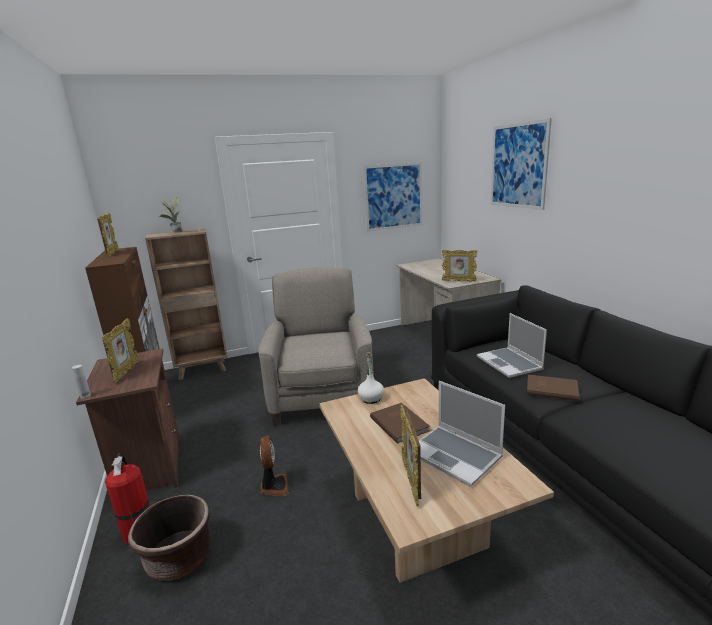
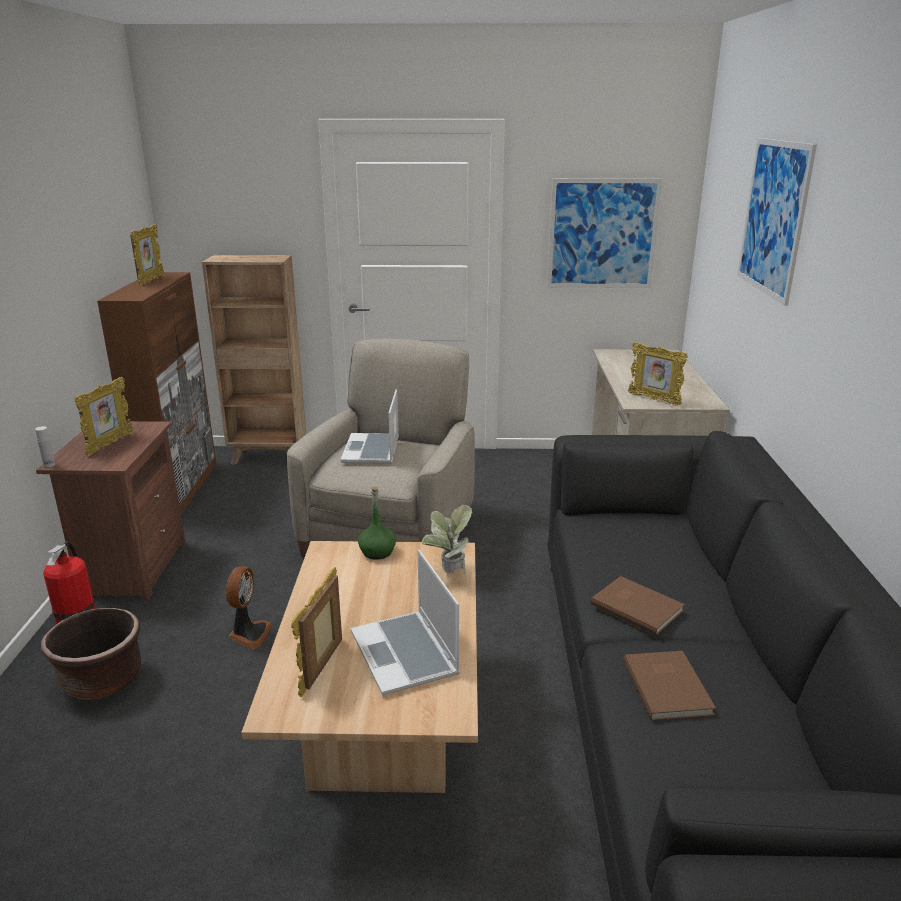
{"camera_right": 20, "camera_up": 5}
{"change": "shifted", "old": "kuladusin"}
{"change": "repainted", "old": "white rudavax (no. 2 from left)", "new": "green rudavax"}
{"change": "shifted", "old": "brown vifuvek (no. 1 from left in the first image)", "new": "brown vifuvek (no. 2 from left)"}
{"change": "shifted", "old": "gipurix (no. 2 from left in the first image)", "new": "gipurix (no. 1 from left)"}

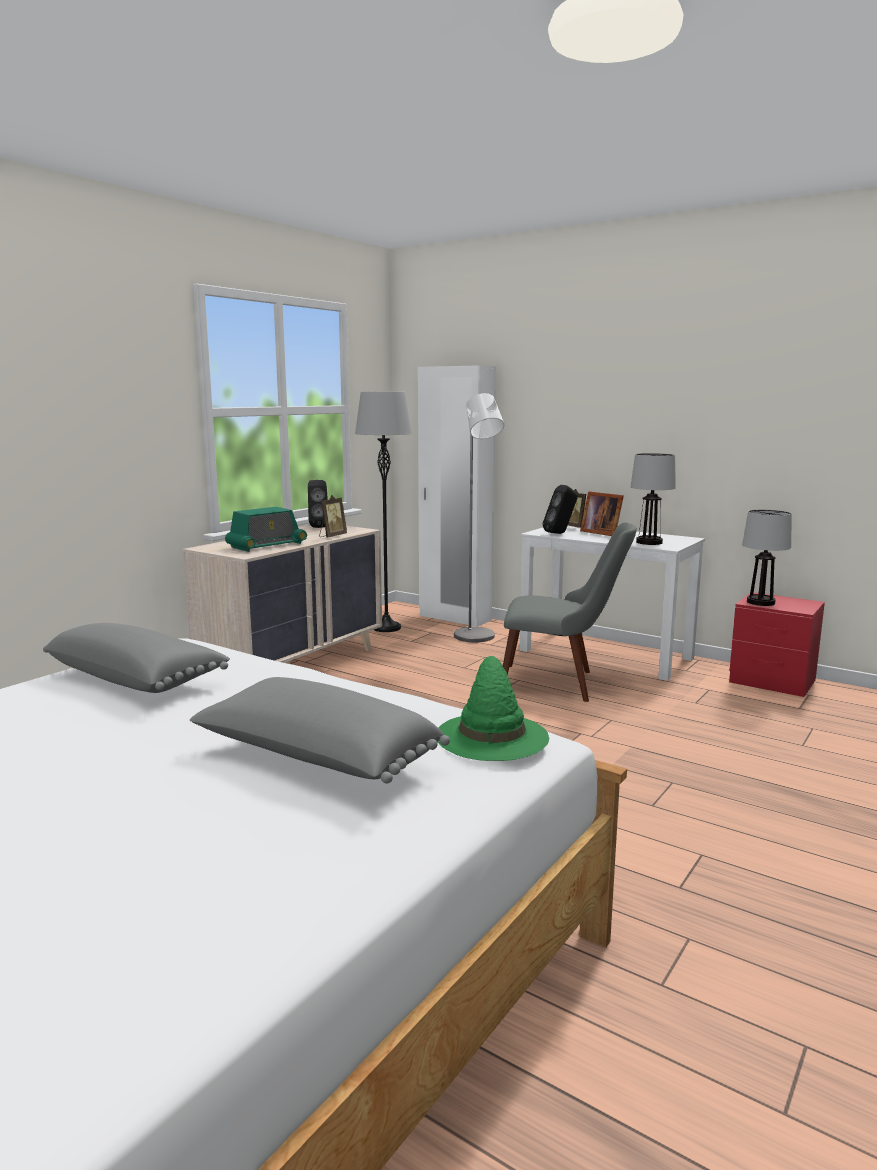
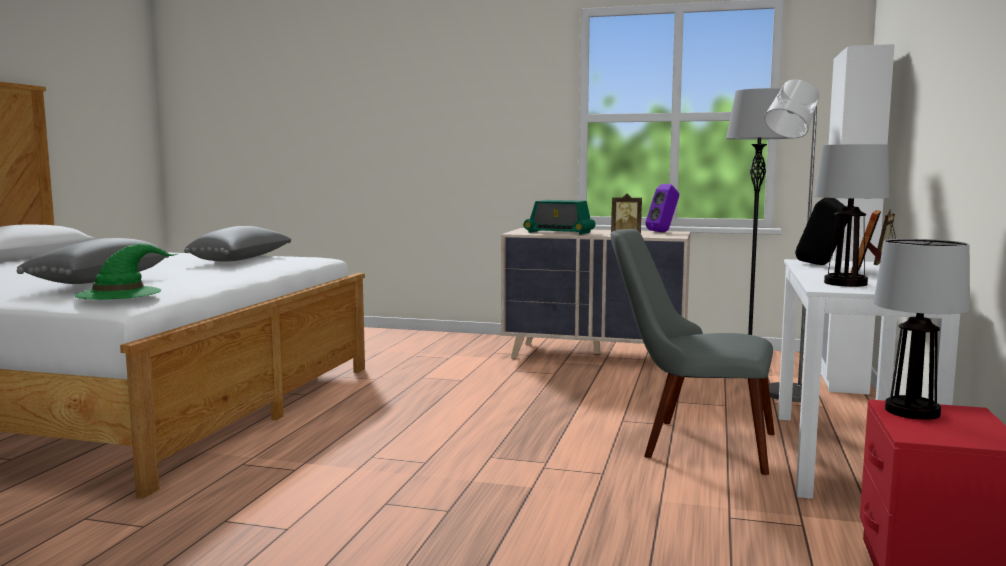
{"camera_right": 70, "camera_up": -5}
{"change": "repainted", "old": "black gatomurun (no. 1 from left)", "new": "purple gatomurun"}
{"change": "rotated", "old": "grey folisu", "degrees": 120}

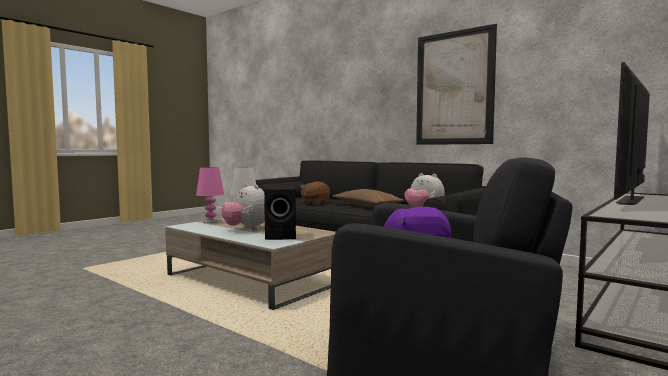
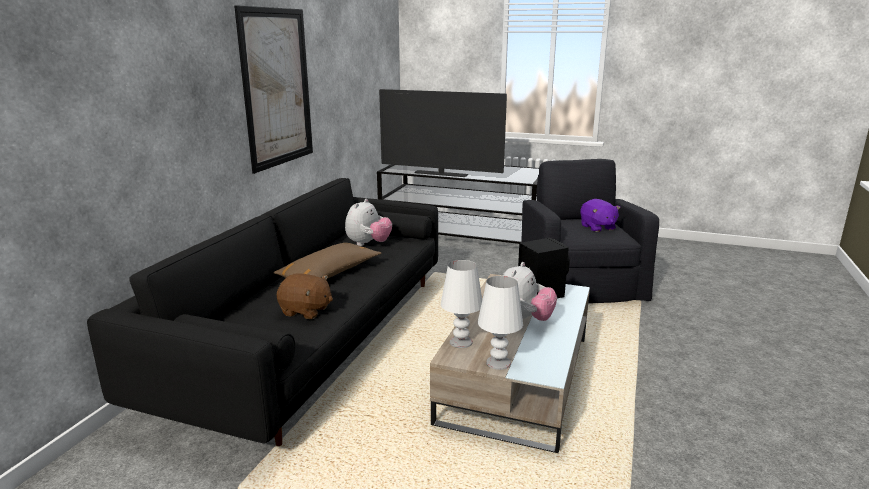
{"camera_right": -110, "camera_up": 15}
{"change": "repainted", "old": "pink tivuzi", "new": "white tivuzi (no. 2 from left)"}

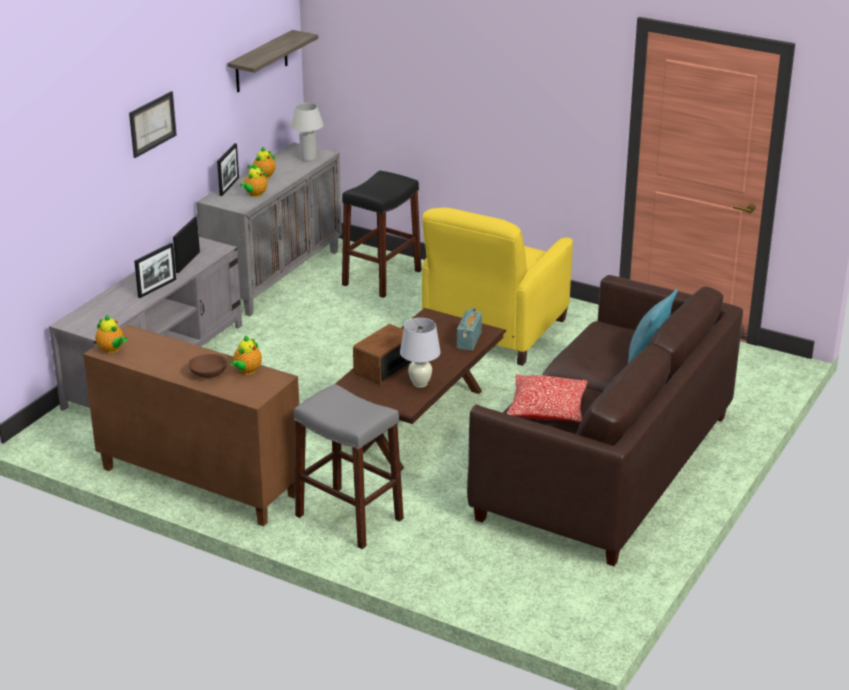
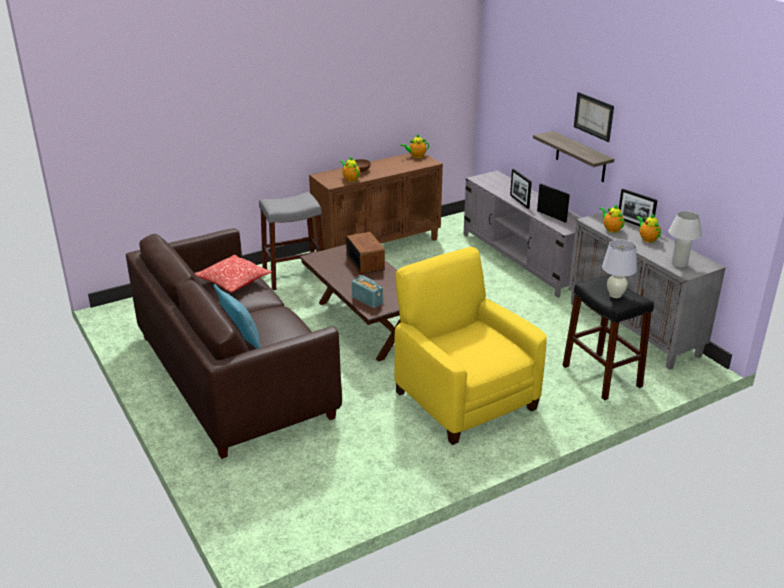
{"camera_right": 120, "camera_up": 0}
{"change": "shifted", "old": "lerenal"}
{"change": "shifted", "old": "white tivuzi (no. 2 from left in the first image)", "new": "white tivuzi (no. 1 from left)"}

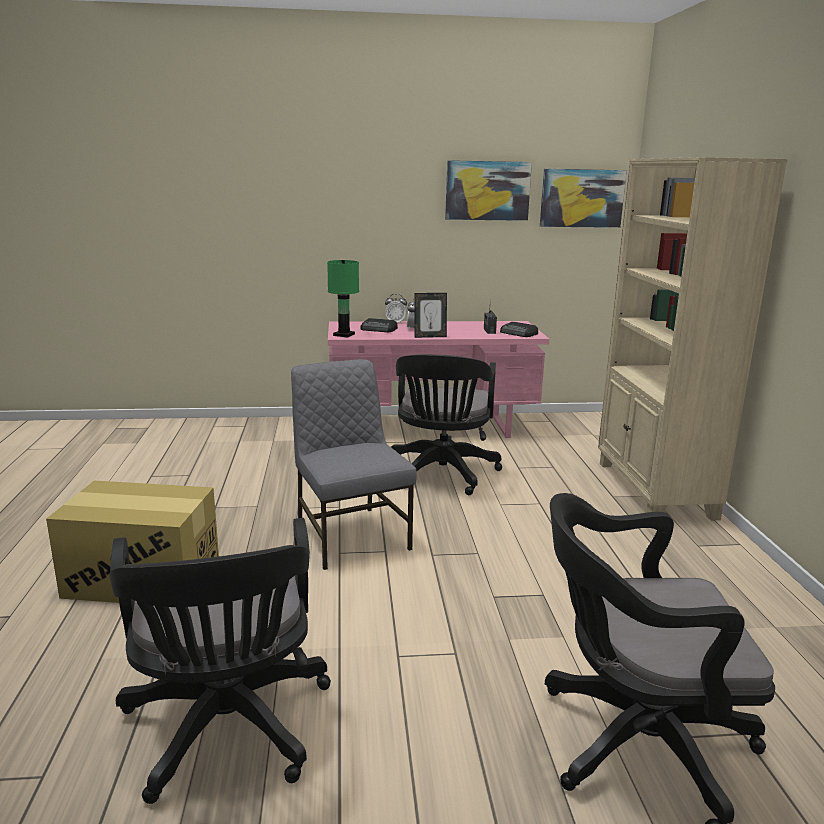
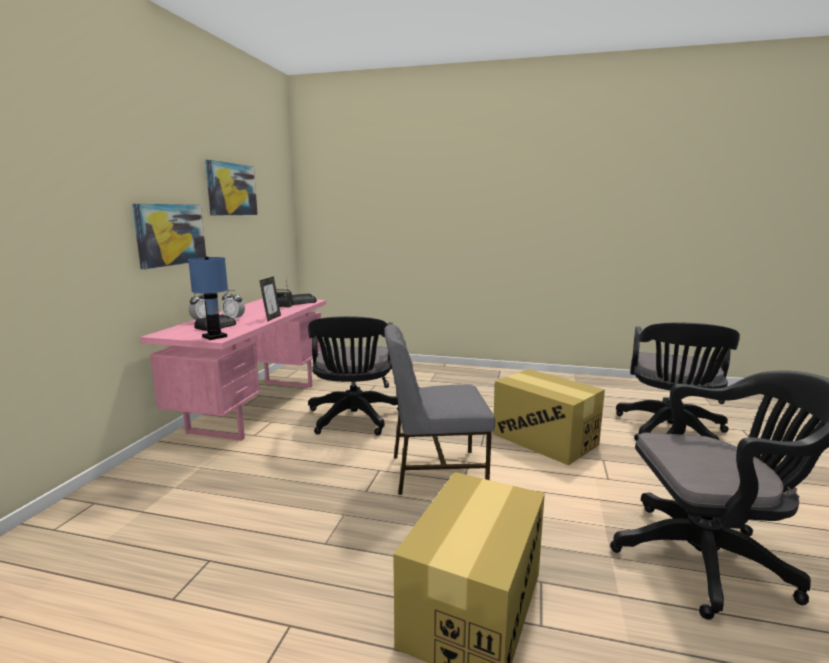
{"camera_right": -70, "camera_up": -5}
{"change": "repainted", "old": "green tivuzi", "new": "blue tivuzi"}
{"change": "rotated", "old": "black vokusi (no. 2 from left in the first image)", "degrees": 60}
{"change": "shifted", "old": "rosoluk (no. 2 from left in the first image)", "new": "rosoluk (no. 1 from left)"}
{"change": "gone", "old": "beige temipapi"}
{"change": "new", "new": "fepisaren (no. 2 from left)"}

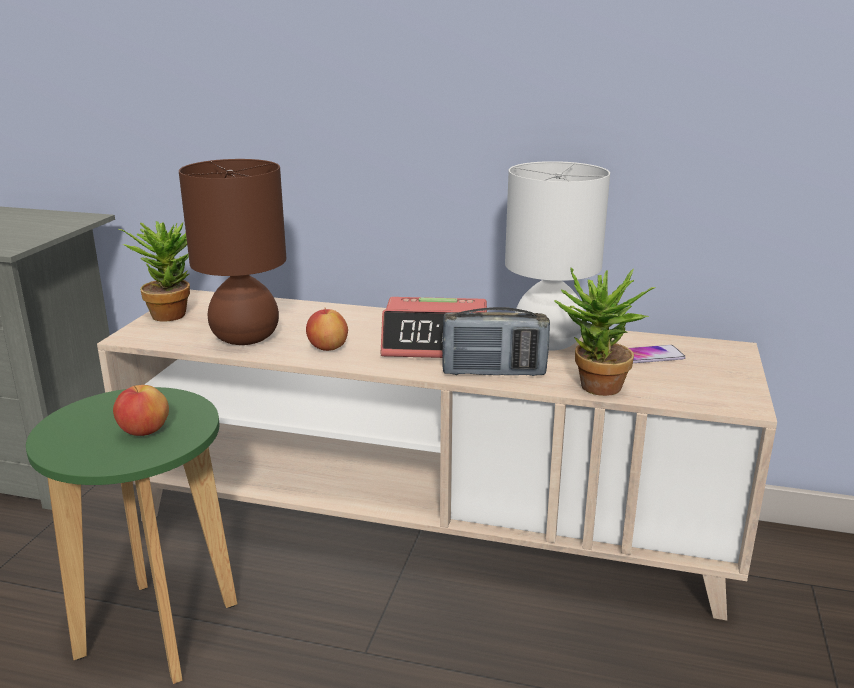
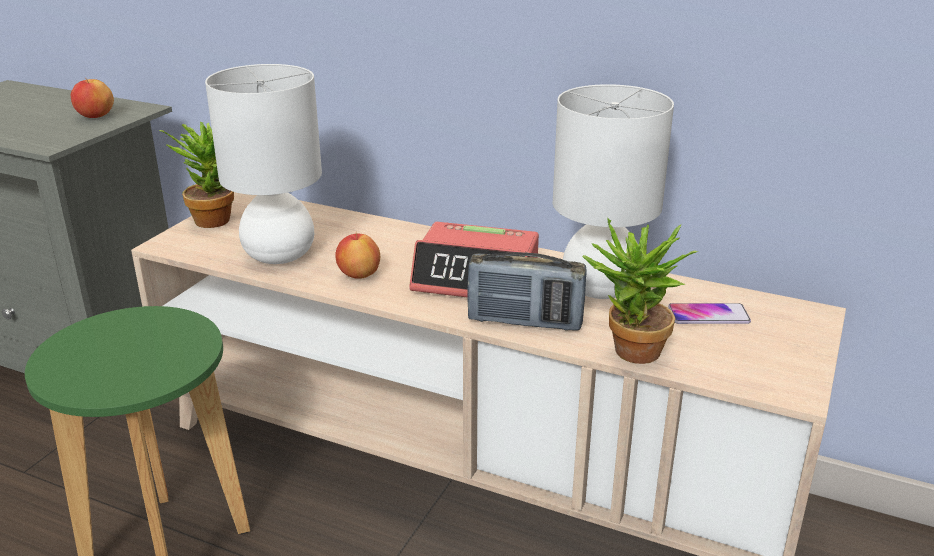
{"camera_right": 10, "camera_up": 5}
{"change": "shifted", "old": "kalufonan (no. 1 from left)"}
{"change": "repainted", "old": "brown tivuzi", "new": "white tivuzi (no. 1 from left)"}

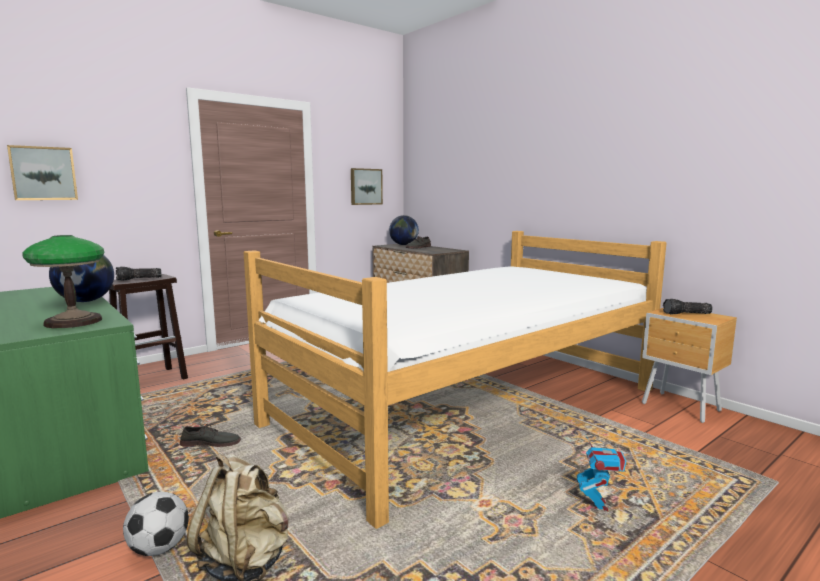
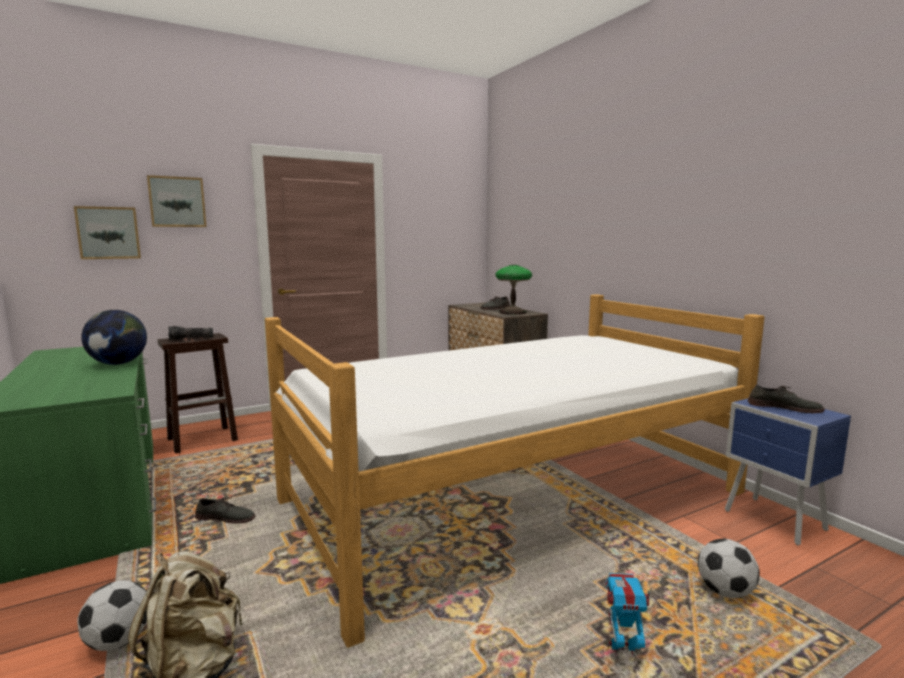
{"camera_right": 10, "camera_up": 0}
{"change": "shifted", "old": "tivuzi"}
{"change": "shifted", "old": "rosoluk (no. 2 from left)"}
{"change": "gone", "old": "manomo (no. 2 from left)"}
{"change": "rotated", "old": "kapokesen", "degrees": -105}
{"change": "repainted", "old": "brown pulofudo", "new": "blue pulofudo"}
{"change": "swapped", "old": "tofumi (no. 2 from left)", "new": "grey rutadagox (no. 3 from left)"}
{"change": "new", "new": "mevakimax (no. 2 from left)"}

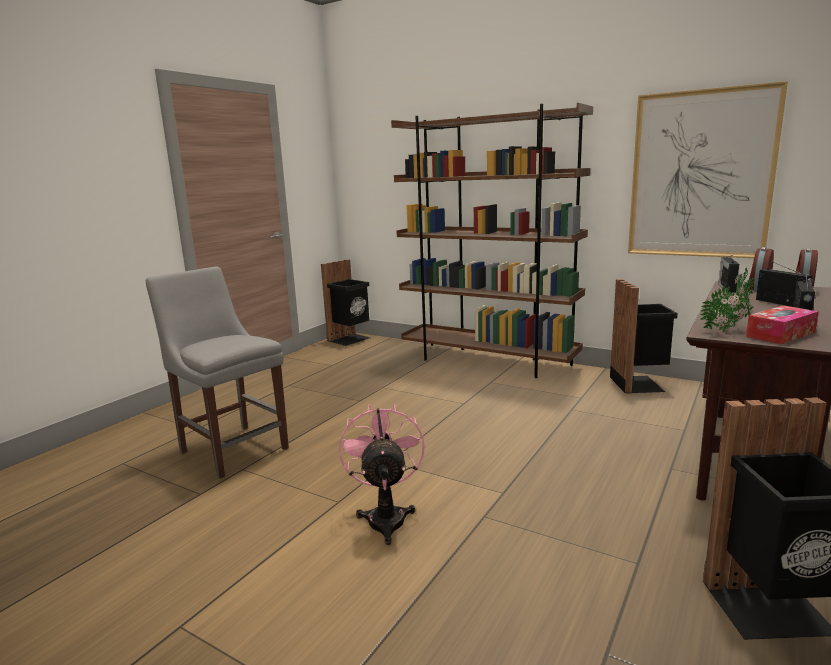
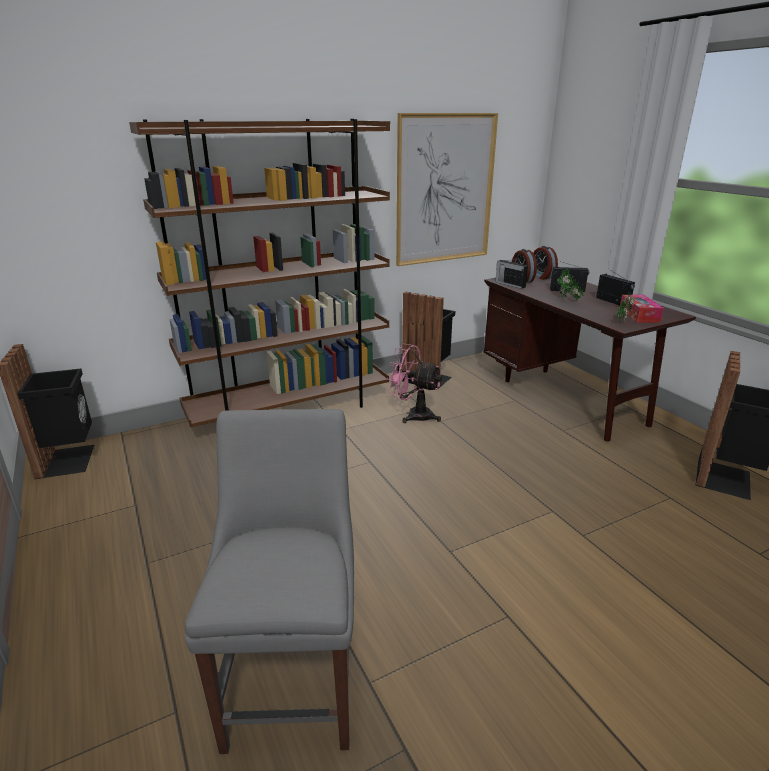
{"camera_right": -60, "camera_up": 10}
{"change": "rotated", "old": "grey folisu", "degrees": 105}
{"change": "shifted", "old": "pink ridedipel"}

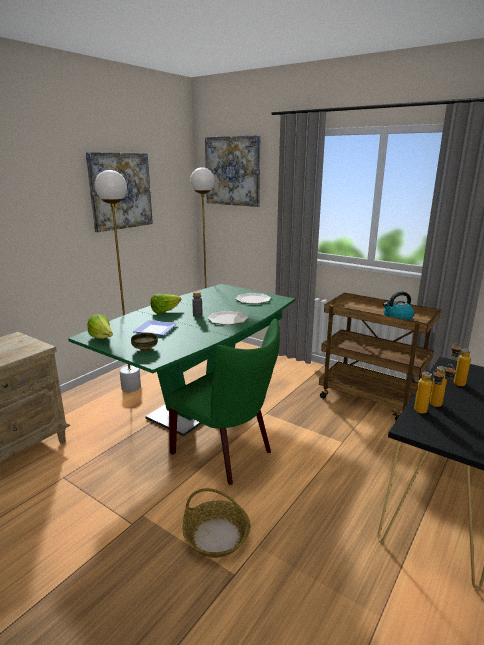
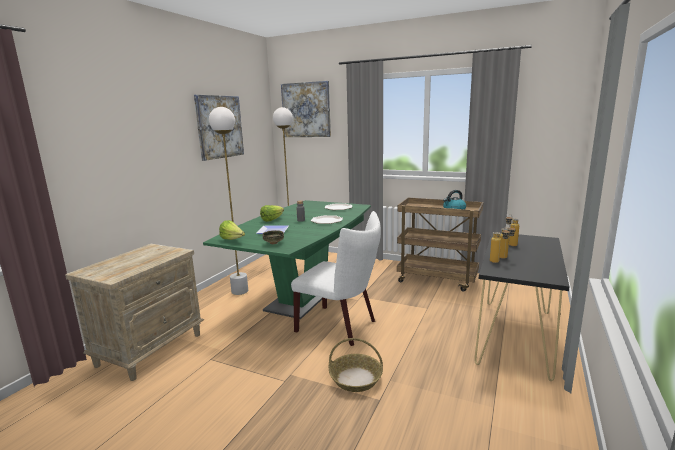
{"camera_right": -10, "camera_up": -5}
{"change": "repainted", "old": "green folisu", "new": "white folisu"}

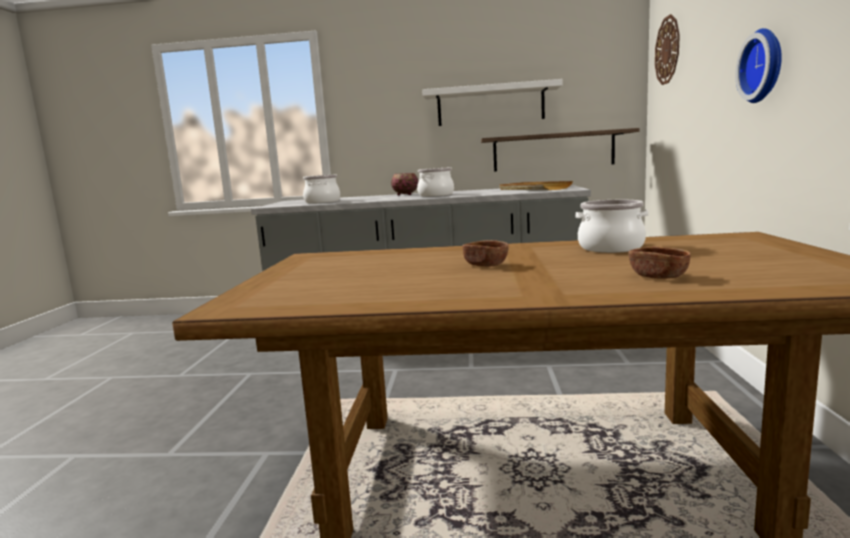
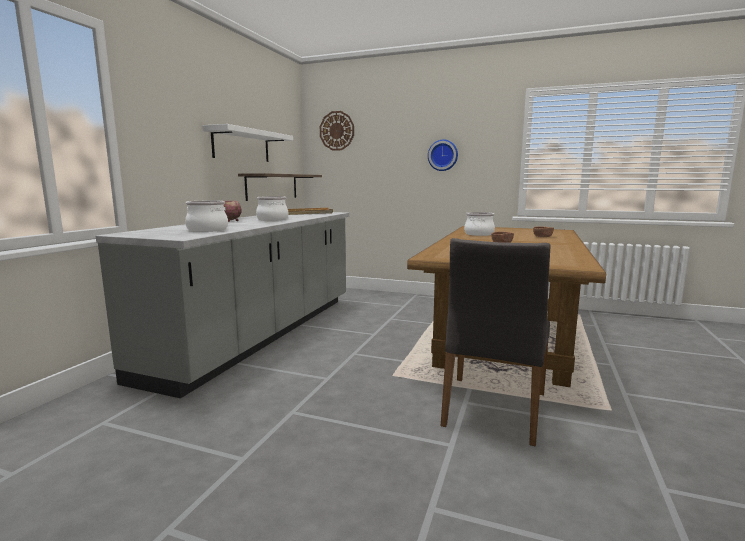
{"camera_right": -75, "camera_up": 0}
{"change": "new", "new": "grey folisu"}

